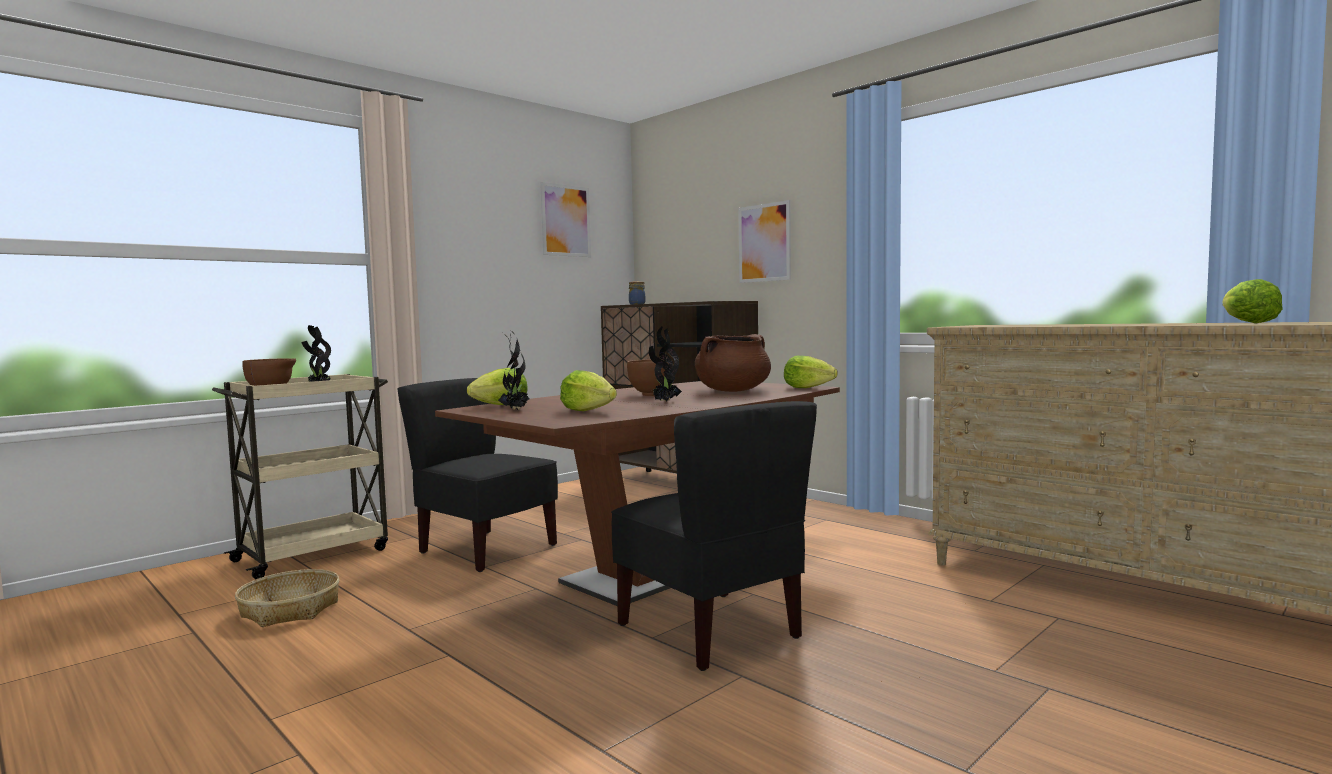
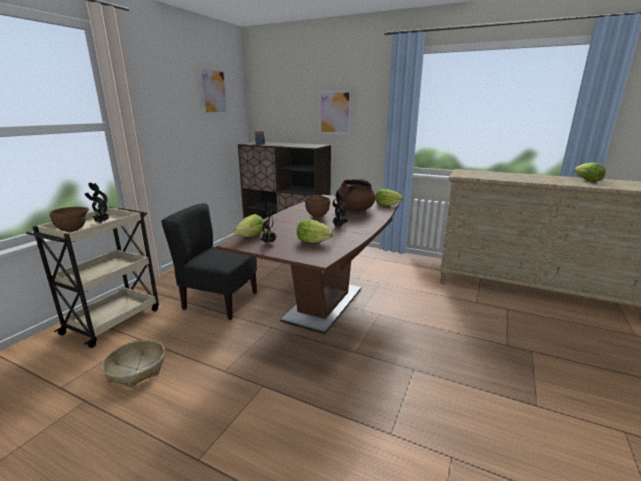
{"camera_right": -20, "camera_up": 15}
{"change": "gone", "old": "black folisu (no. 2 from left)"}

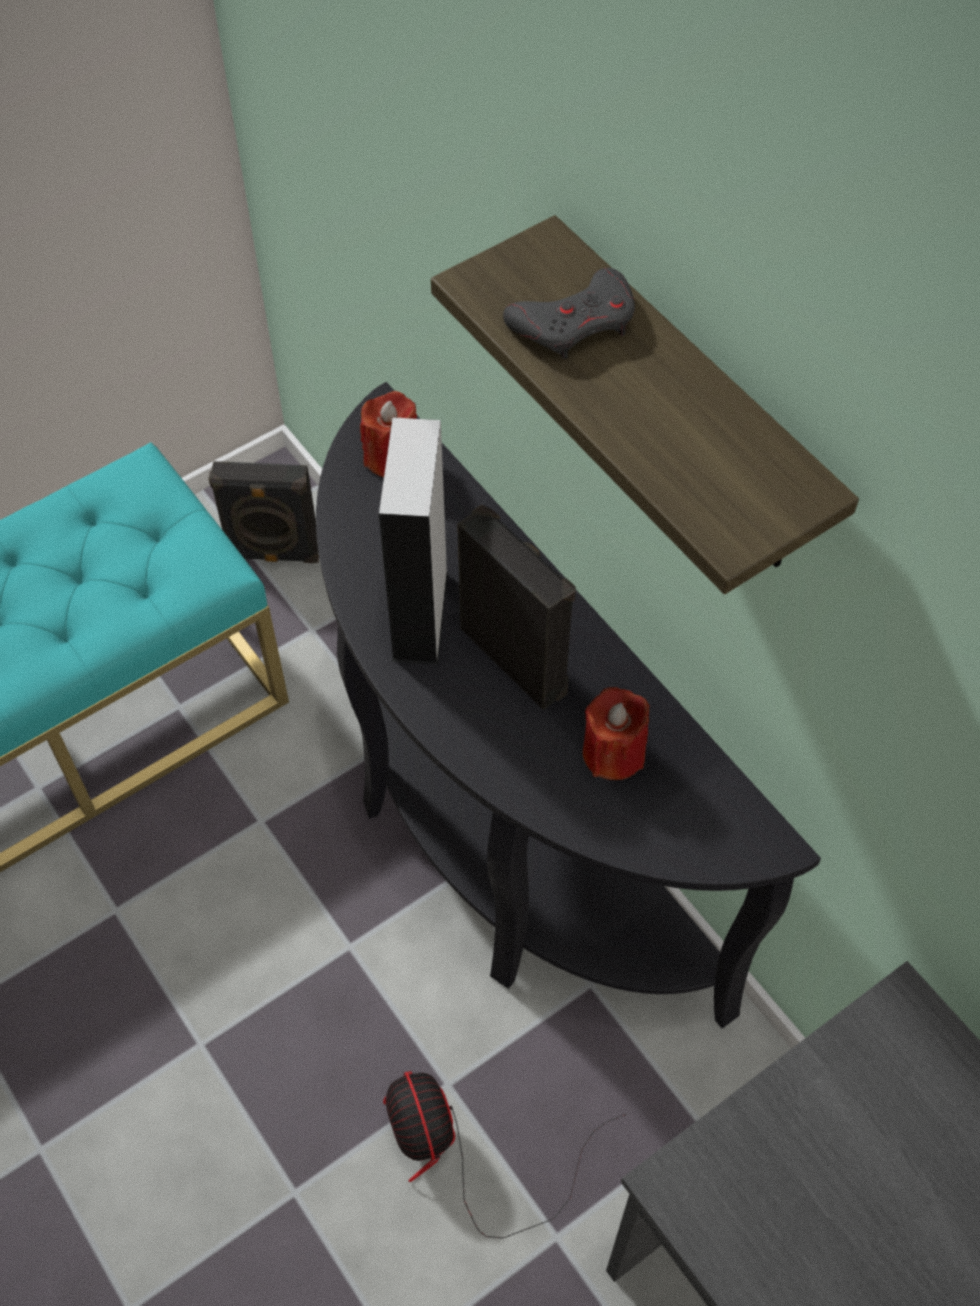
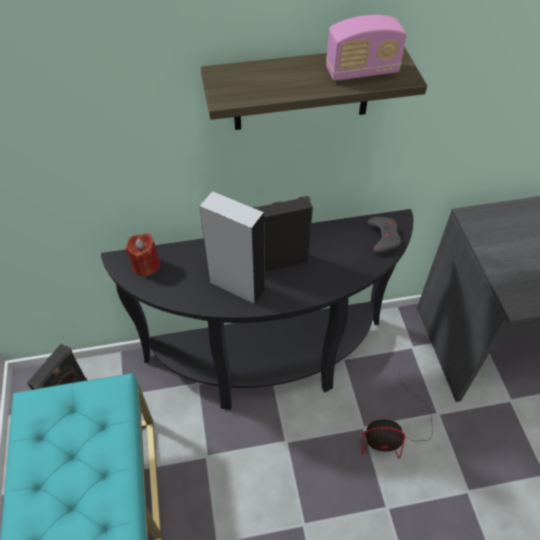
{"camera_right": -65, "camera_up": -5}
{"change": "shifted", "old": "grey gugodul"}
{"change": "gone", "old": "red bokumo (no. 2 from left)"}
{"change": "new", "new": "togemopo"}

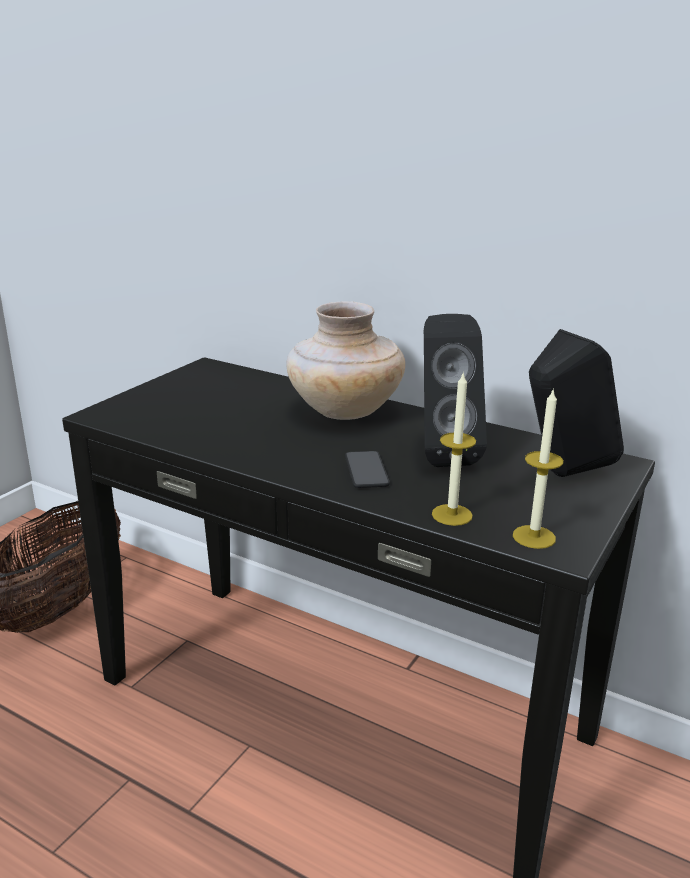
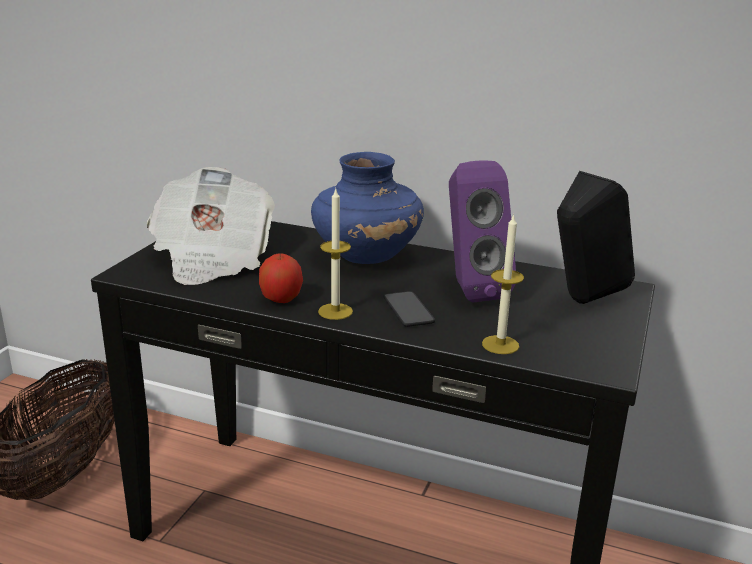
{"camera_right": -10, "camera_up": 0}
{"change": "repainted", "old": "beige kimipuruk", "new": "blue kimipuruk"}
{"change": "repainted", "old": "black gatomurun (no. 1 from left)", "new": "purple gatomurun"}
{"change": "shifted", "old": "bokumo (no. 2 from left in the first image)", "new": "bokumo (no. 1 from left)"}
{"change": "new", "new": "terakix"}
{"change": "new", "new": "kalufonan"}

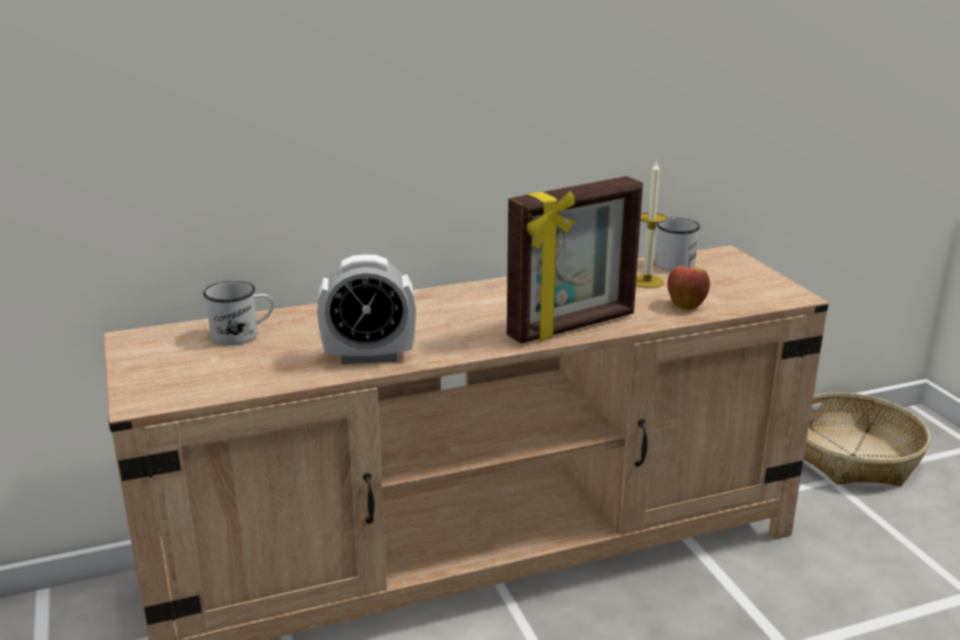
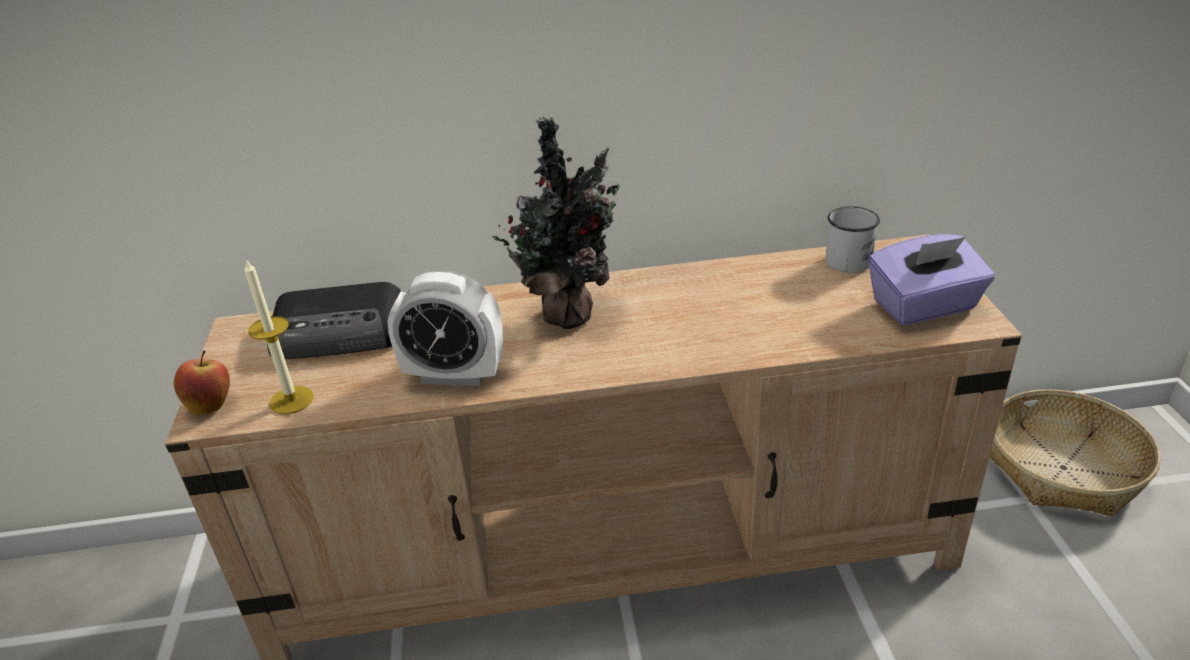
{"camera_right": 15, "camera_up": 10}
{"change": "swapped", "old": "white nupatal (no. 1 from left)", "new": "togemopo"}
{"change": "gone", "old": "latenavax"}
{"change": "shifted", "old": "bokumo"}
{"change": "shifted", "old": "kalufonan"}
{"change": "new", "new": "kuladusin"}
{"change": "new", "new": "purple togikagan"}

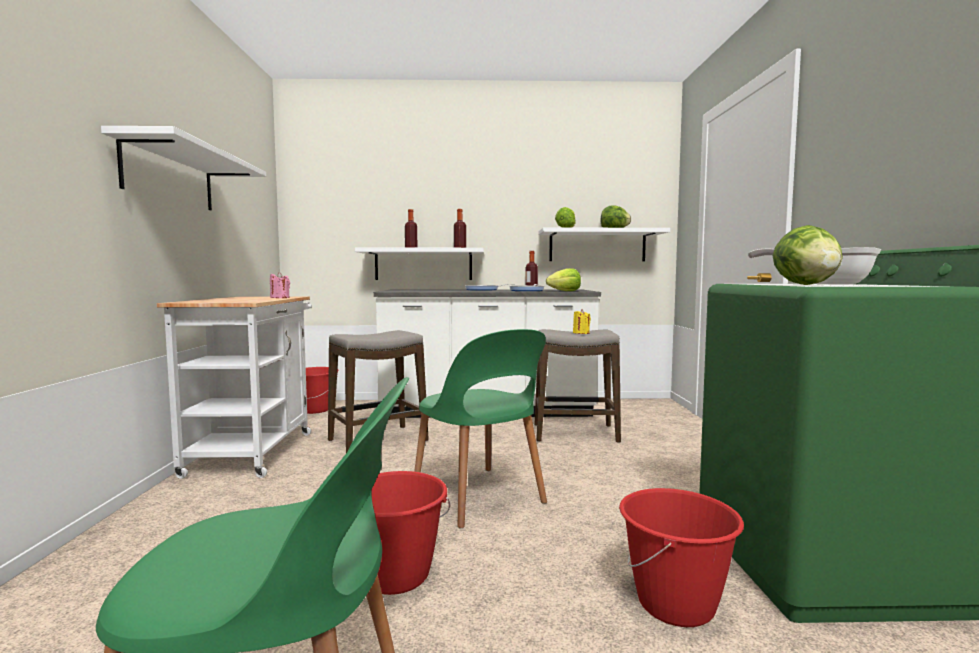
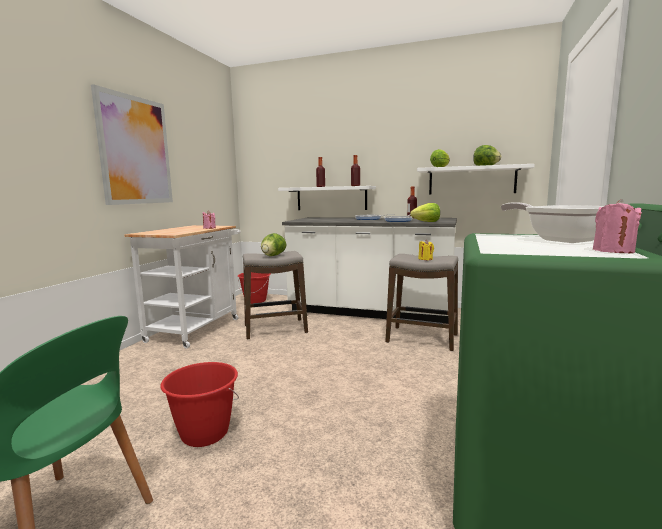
{"camera_right": 20, "camera_up": 5}
{"change": "swapped", "old": "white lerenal (no. 1 from left)", "new": "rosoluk"}
{"change": "gone", "old": "green folisu (no. 2 from left)"}
{"change": "gone", "old": "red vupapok (no. 3 from left)"}
{"change": "shifted", "old": "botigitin (no. 4 from left in the first image)", "new": "botigitin (no. 1 from left)"}
{"change": "new", "new": "pink bokumo (no. 2 from left)"}

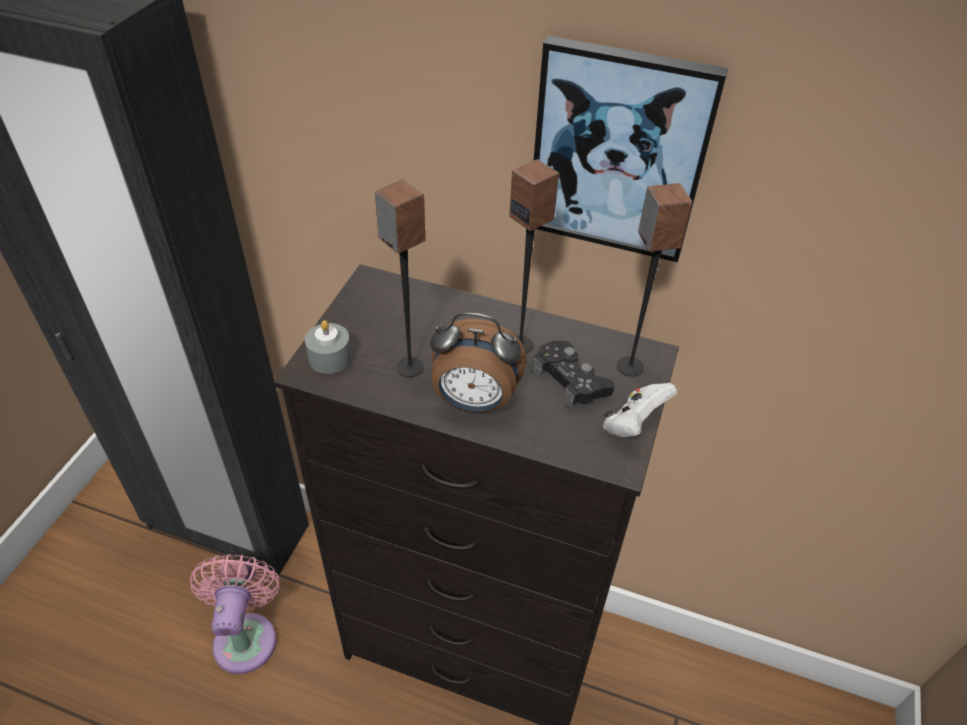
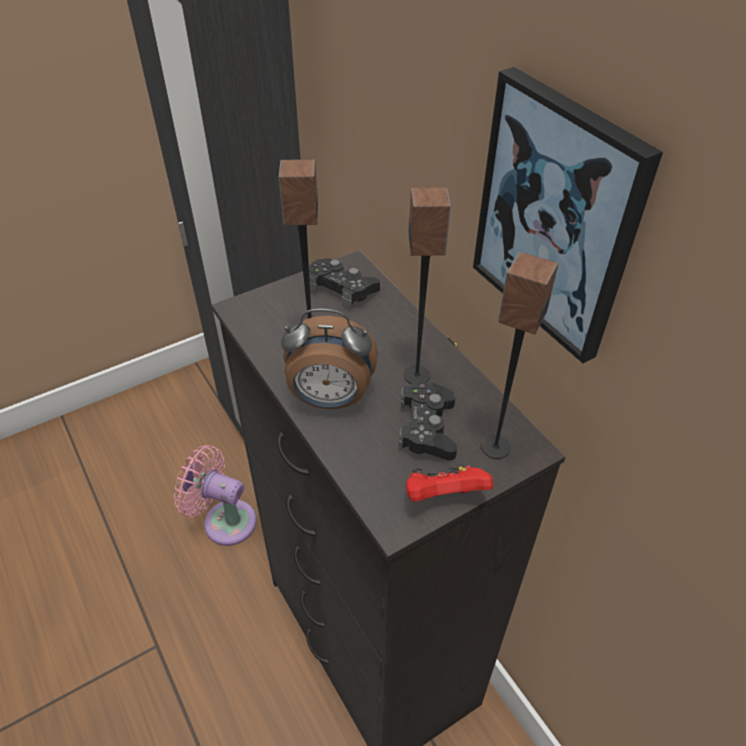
{"camera_right": 40, "camera_up": 0}
{"change": "rotated", "old": "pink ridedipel", "degrees": -105}
{"change": "gone", "old": "grey bokumo"}
{"change": "rotated", "old": "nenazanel", "degrees": -45}
{"change": "repainted", "old": "white gugodul", "new": "red gugodul"}
{"change": "new", "new": "black gugodul (no. 1 from left)"}

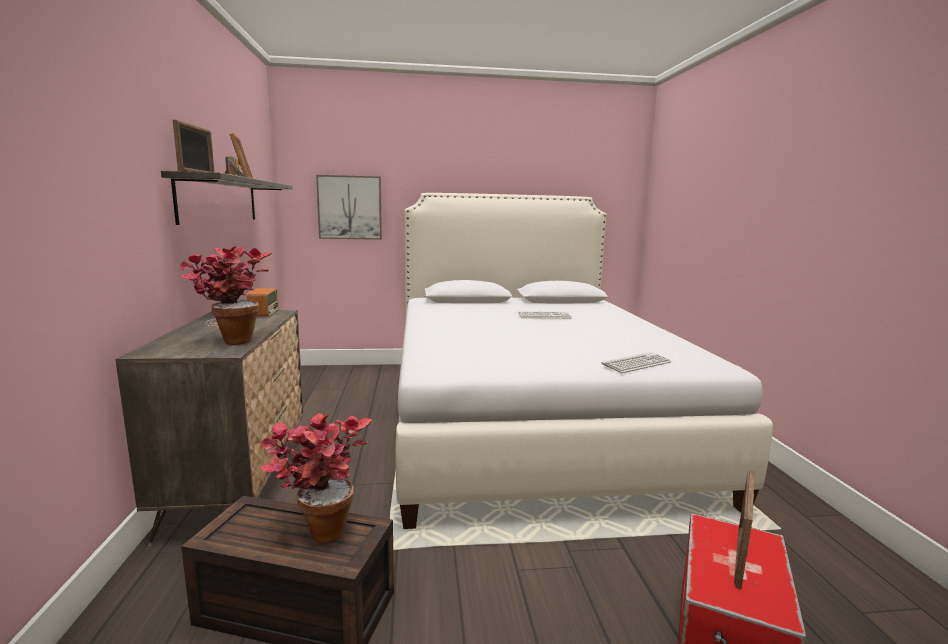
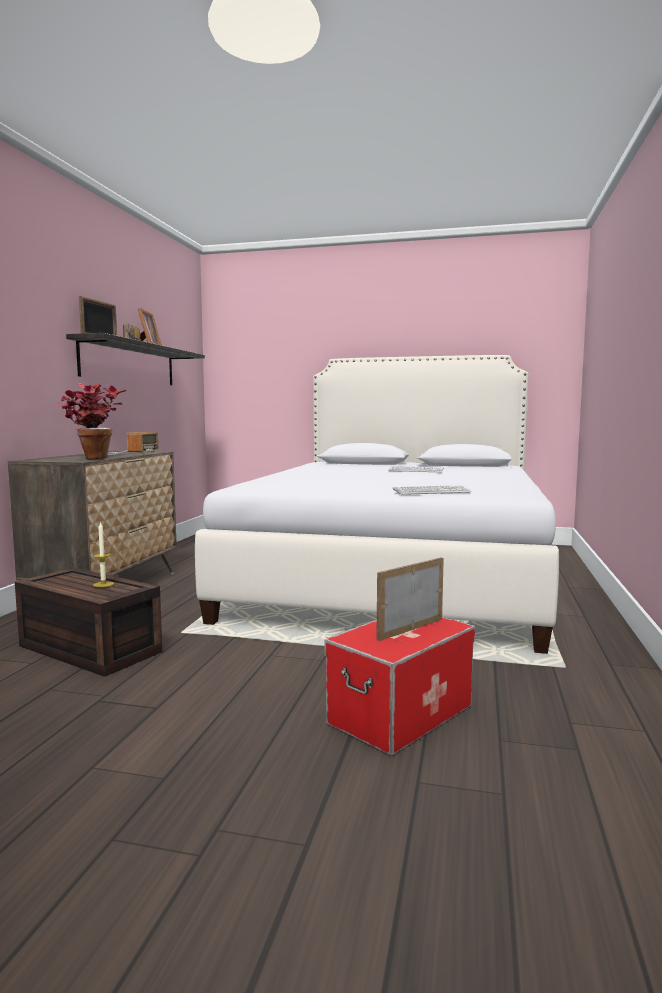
{"camera_right": 20, "camera_up": -5}
{"change": "swapped", "old": "kuladusin (no. 2 from left)", "new": "bokumo"}
{"change": "gone", "old": "rosoluk"}

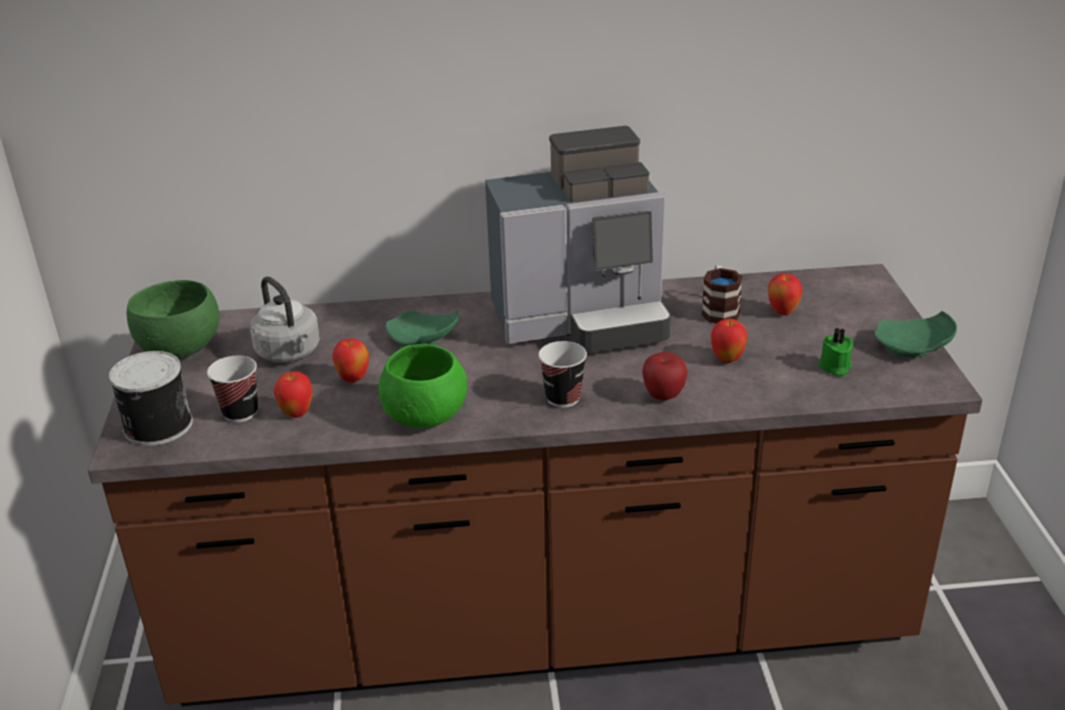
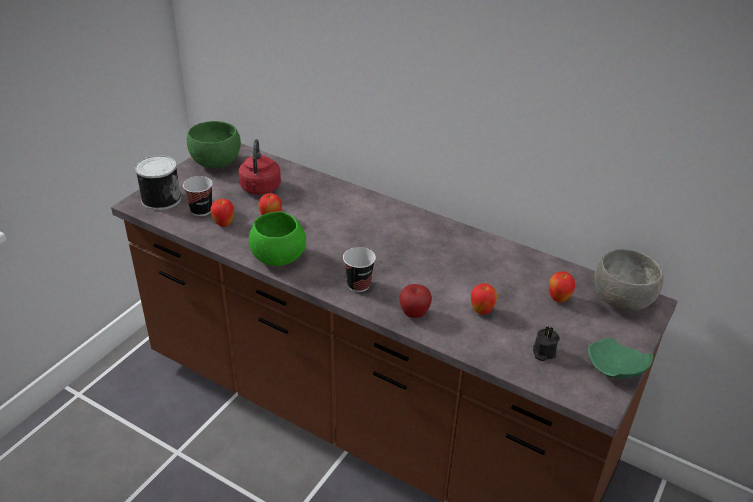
{"camera_right": 35, "camera_up": 5}
{"change": "repainted", "old": "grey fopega", "new": "red fopega"}
{"change": "gone", "old": "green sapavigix (no. 1 from left)"}
{"change": "gone", "old": "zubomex"}
{"change": "gone", "old": "nupatal"}
{"change": "repainted", "old": "green bokumo", "new": "black bokumo"}
{"change": "new", "new": "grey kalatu"}

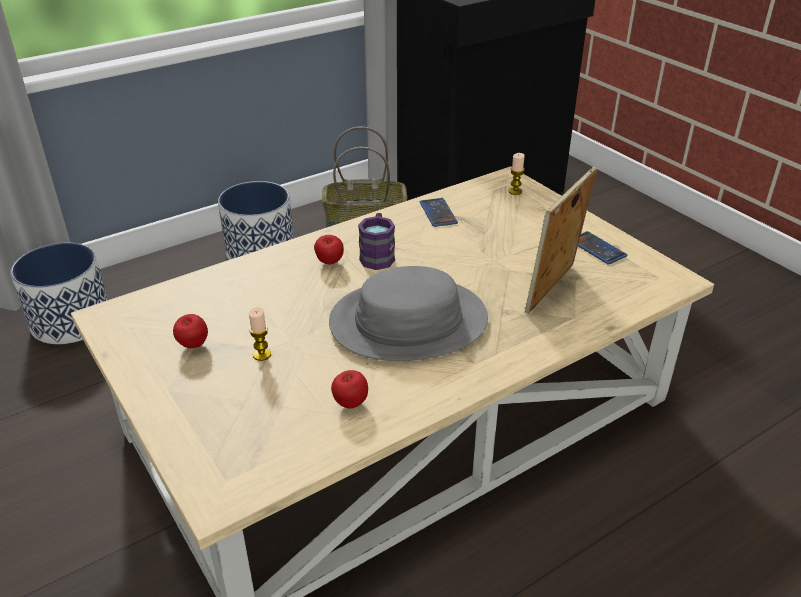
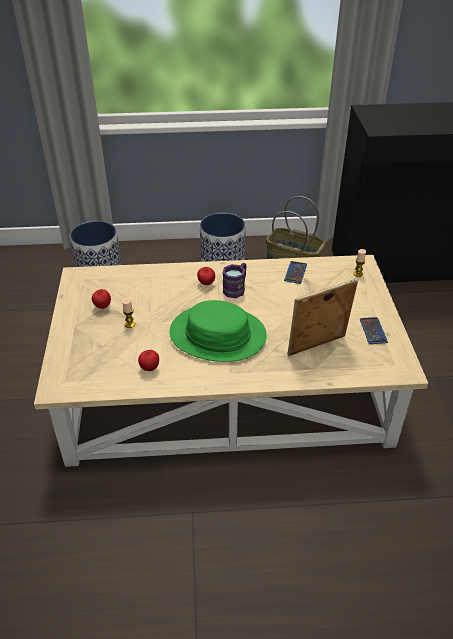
{"camera_right": 30, "camera_up": 5}
{"change": "repainted", "old": "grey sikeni", "new": "green sikeni"}

